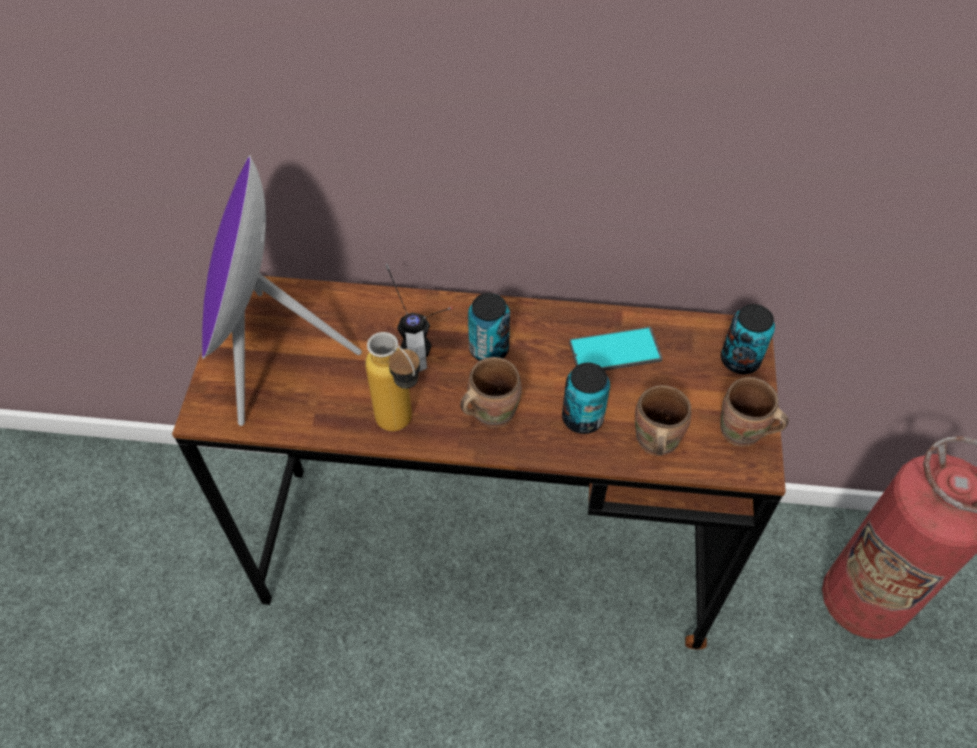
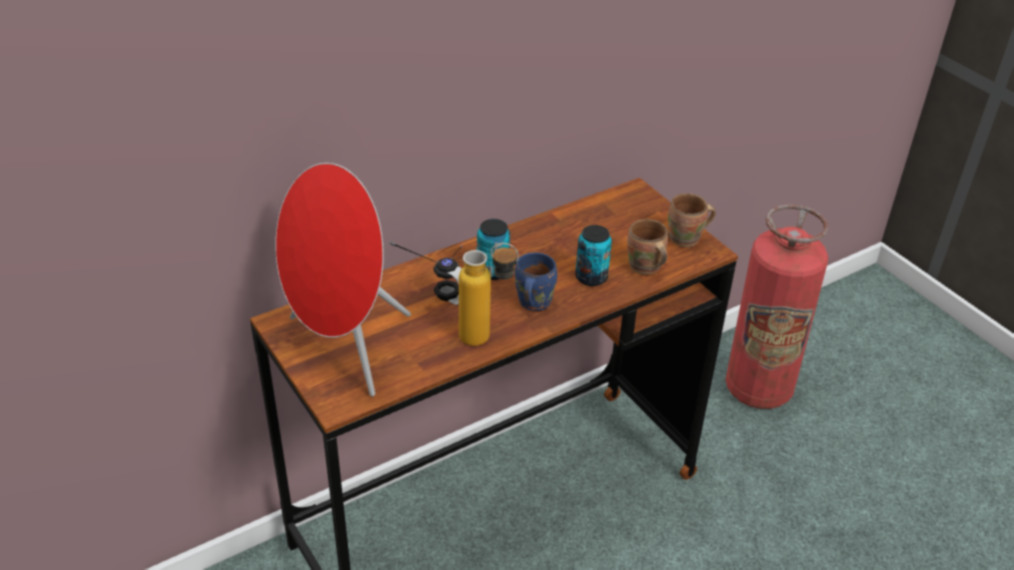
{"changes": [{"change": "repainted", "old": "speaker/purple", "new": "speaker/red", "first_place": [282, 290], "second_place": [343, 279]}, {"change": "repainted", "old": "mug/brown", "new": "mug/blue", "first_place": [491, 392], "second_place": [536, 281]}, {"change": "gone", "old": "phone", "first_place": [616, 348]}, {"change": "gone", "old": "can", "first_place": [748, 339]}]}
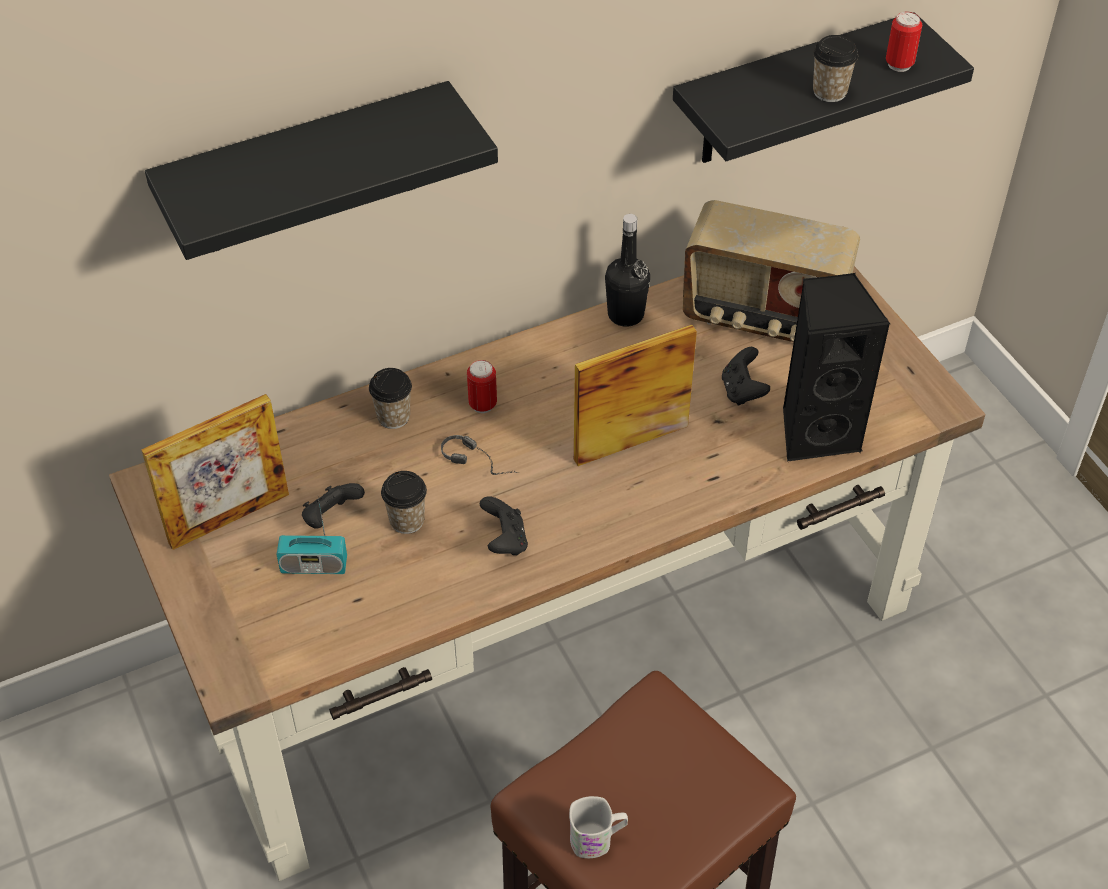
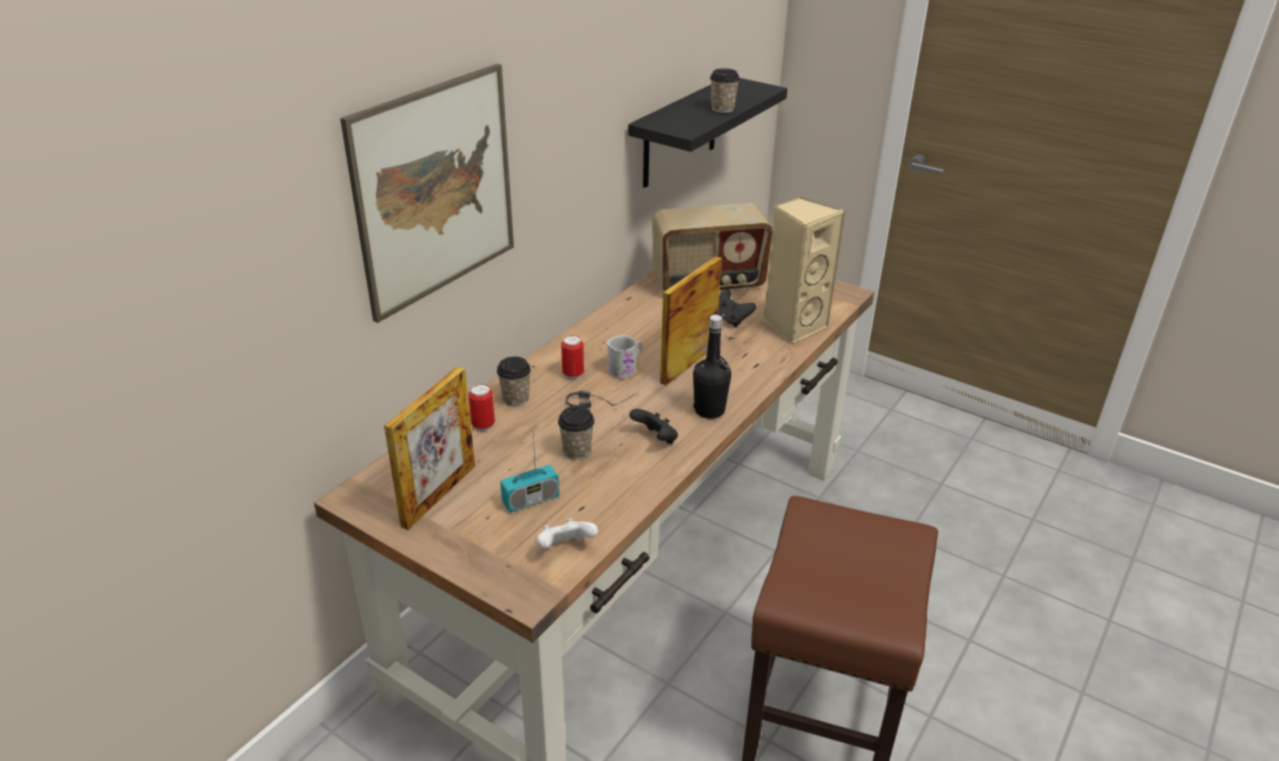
{"changes": [{"change": "swapped", "old": "shelf/black", "new": "picture", "first_place": [321, 170], "second_place": [427, 193]}, {"change": "shifted", "old": "can", "first_place": [904, 42], "second_place": [481, 407]}, {"change": "new", "new": "game controller/white", "second_place": [567, 533]}, {"change": "shifted", "old": "mug/white", "first_place": [598, 827], "second_place": [624, 357]}, {"change": "shifted", "old": "bottle/black", "first_place": [627, 270], "second_place": [712, 367]}, {"change": "repainted", "old": "speaker/black", "new": "speaker/beige", "first_place": [836, 367], "second_place": [804, 270]}, {"change": "gone", "old": "game controller/black", "first_place": [333, 506]}]}
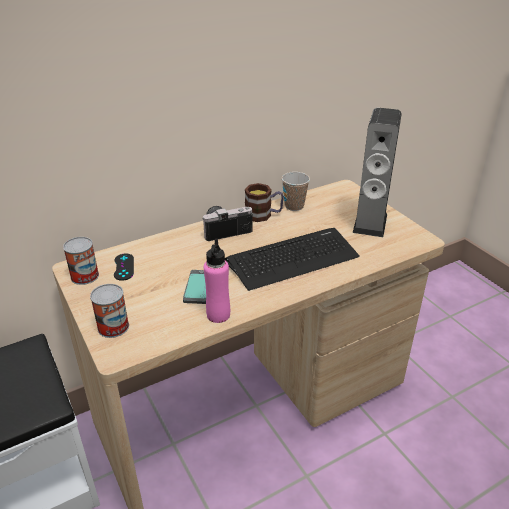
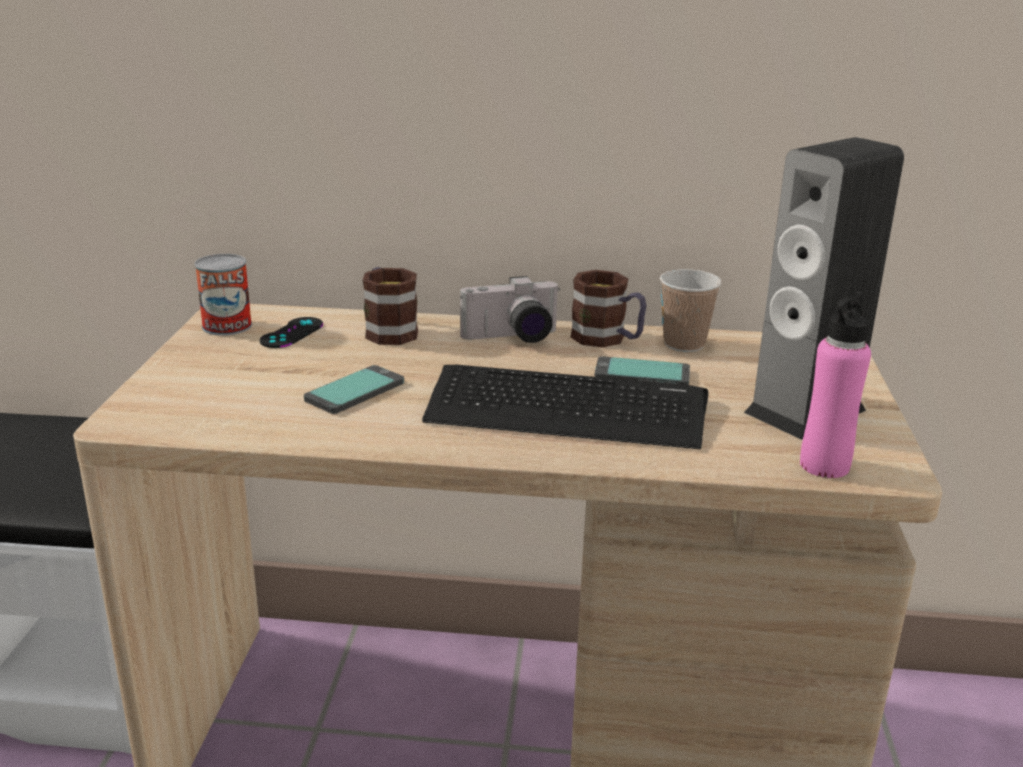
{"changes": [{"change": "new", "new": "mug", "second_place": [390, 306]}, {"change": "rotated", "old": "photo camera", "first_place": [228, 223], "second_place": [510, 309], "degrees": 150}, {"change": "new", "new": "phone", "second_place": [642, 370]}, {"change": "shifted", "old": "bottle/pink", "first_place": [217, 281], "second_place": [835, 384]}, {"change": "gone", "old": "can", "first_place": [109, 311]}]}
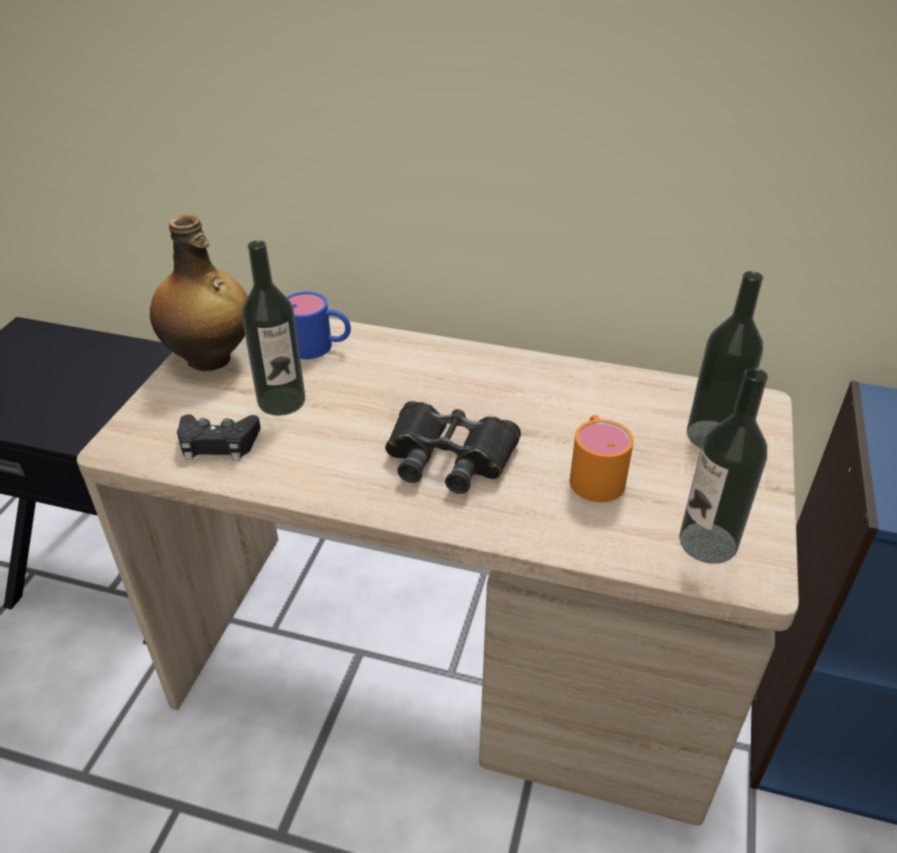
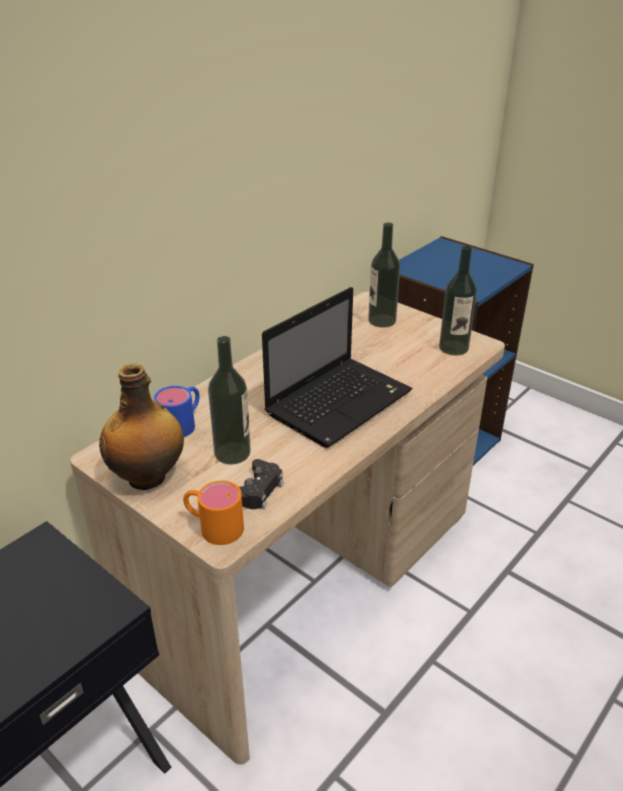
{"changes": [{"change": "shifted", "old": "mug/orange", "first_place": [602, 458], "second_place": [213, 512]}, {"change": "swapped", "old": "binoculars/black", "new": "laptop", "first_place": [453, 447], "second_place": [337, 367]}]}
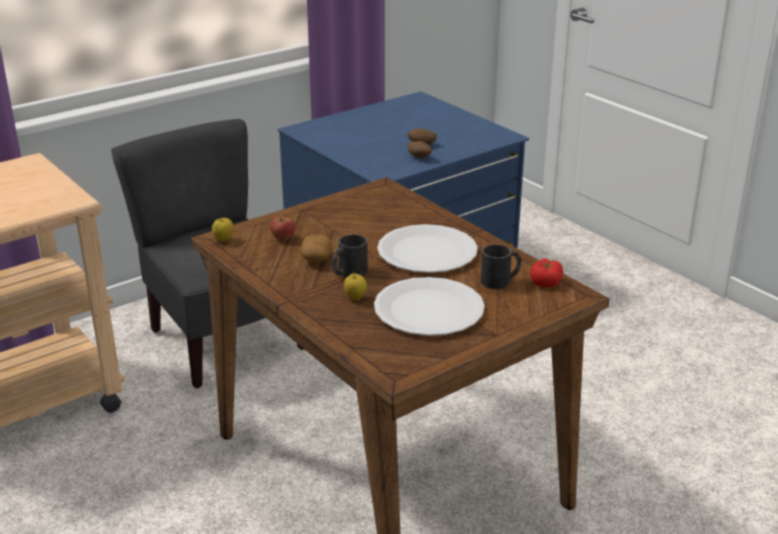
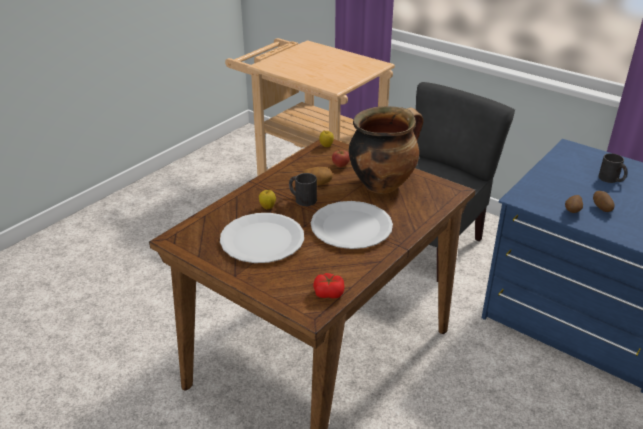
{"changes": [{"change": "new", "new": "cooking pot", "second_place": [386, 149]}, {"change": "shifted", "old": "mug/black", "first_place": [501, 266], "second_place": [612, 168]}]}
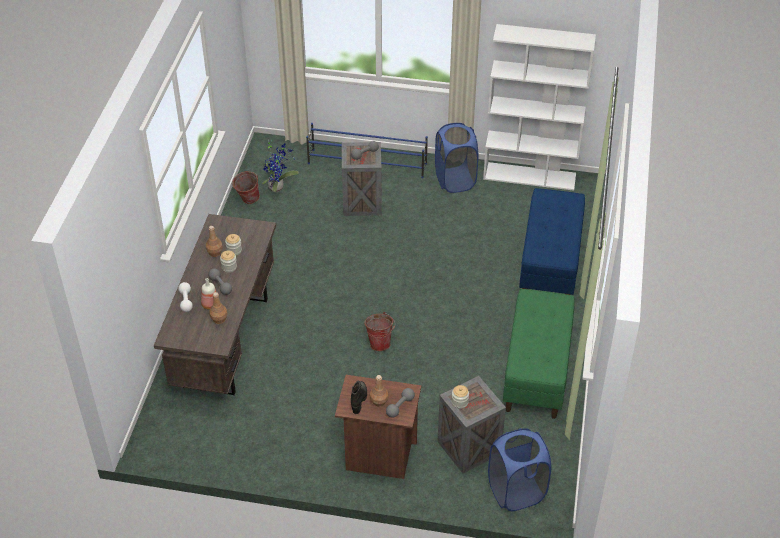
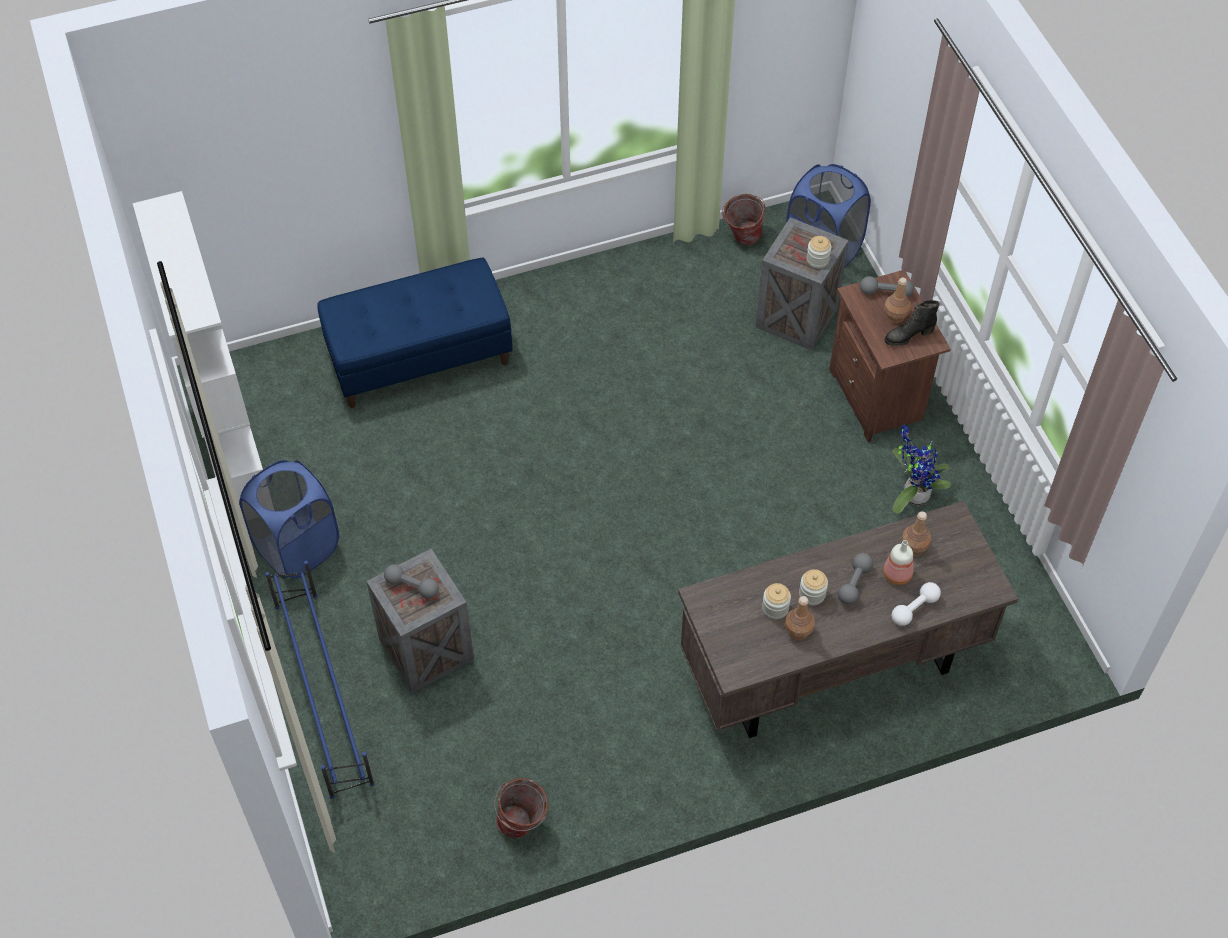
{"changes": [{"change": "shifted", "old": "bucket", "first_place": [379, 331], "second_place": [743, 219]}, {"change": "shifted", "old": "potted plant", "first_place": [280, 166], "second_place": [921, 469]}, {"change": "gone", "old": "bench/green", "first_place": [539, 354]}]}
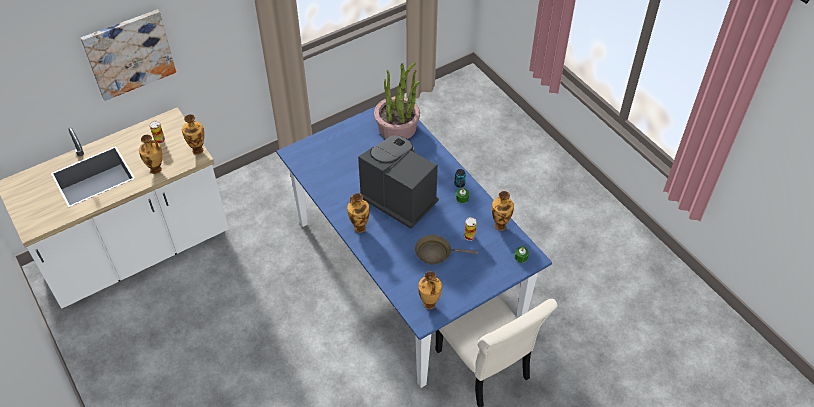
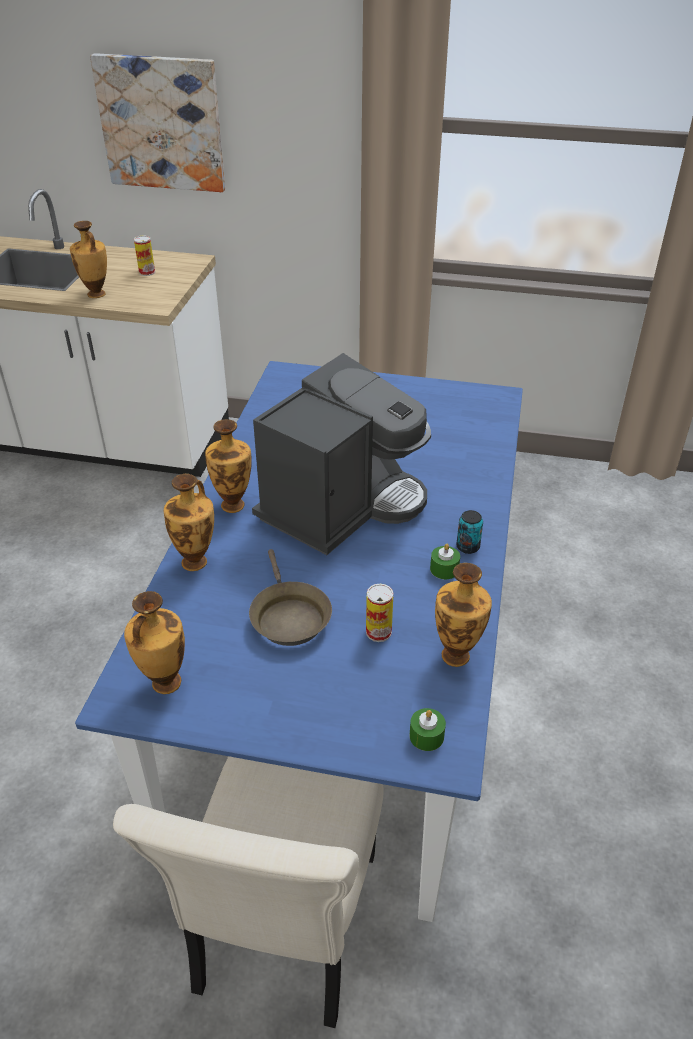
{"changes": [{"change": "shifted", "old": "vase", "first_place": [193, 134], "second_place": [189, 522]}, {"change": "rotated", "old": "frying pan/brown", "first_place": [446, 250], "second_place": [290, 597], "degrees": -150}, {"change": "rotated", "old": "coffee machine", "first_place": [398, 182], "second_place": [341, 454], "degrees": 45}, {"change": "gone", "old": "potted plant", "first_place": [397, 100]}]}
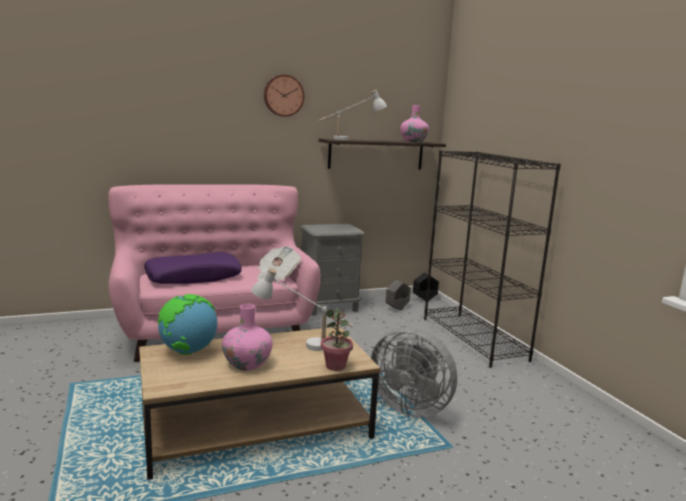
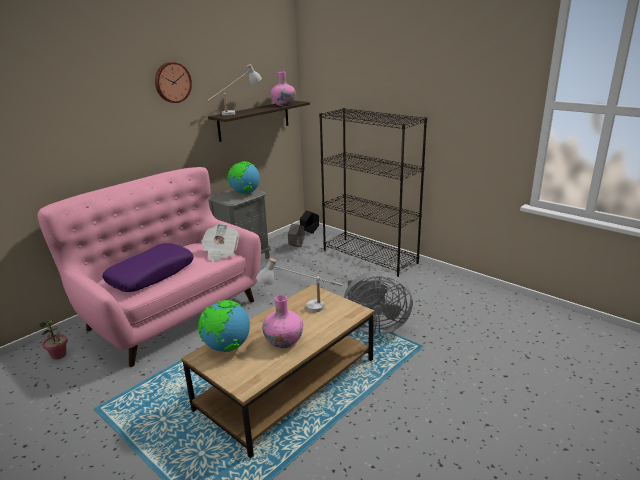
{"changes": [{"change": "shifted", "old": "potted plant", "first_place": [337, 339], "second_place": [53, 338]}, {"change": "new", "new": "globe", "second_place": [244, 177]}]}
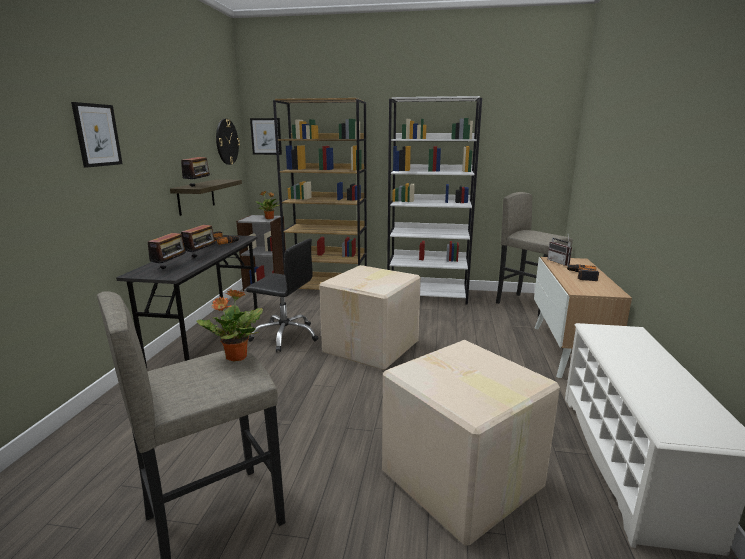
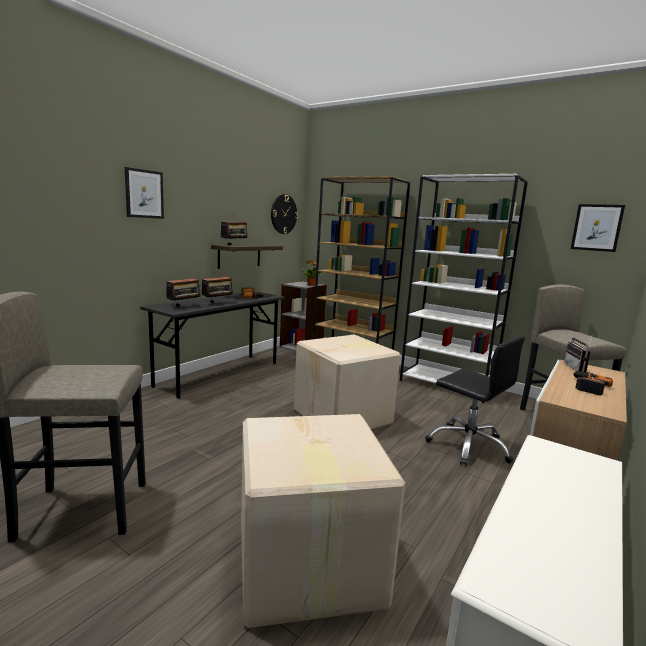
{"changes": [{"change": "shifted", "old": "office chair/black", "first_place": [282, 295], "second_place": [475, 401]}, {"change": "shifted", "old": "picture", "first_place": [266, 136], "second_place": [598, 228]}, {"change": "gone", "old": "potted plant", "first_place": [229, 325]}]}
